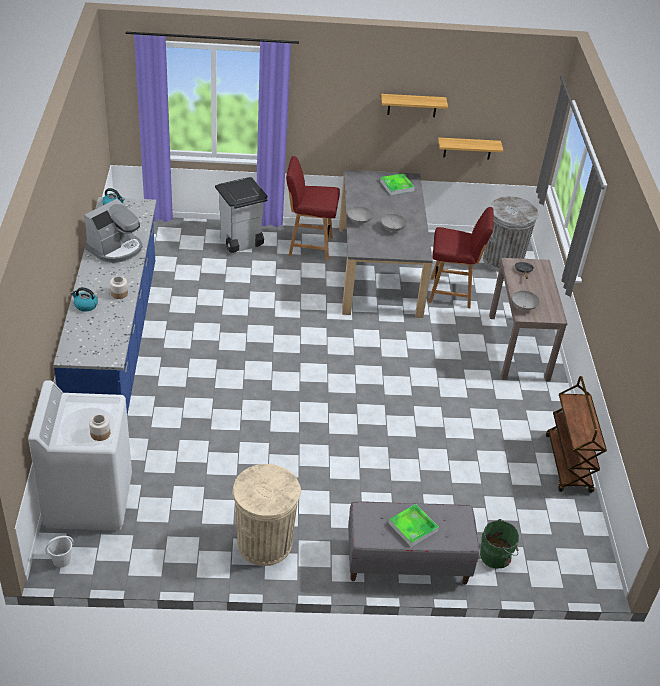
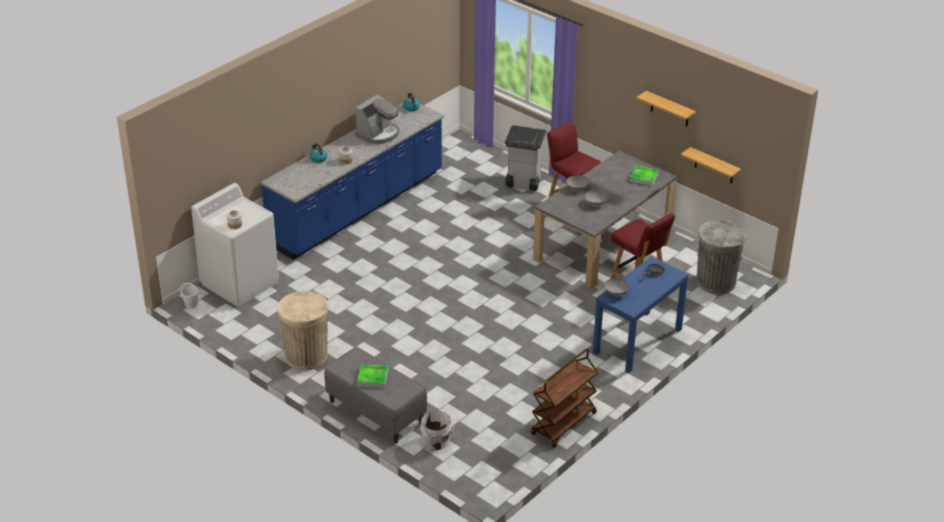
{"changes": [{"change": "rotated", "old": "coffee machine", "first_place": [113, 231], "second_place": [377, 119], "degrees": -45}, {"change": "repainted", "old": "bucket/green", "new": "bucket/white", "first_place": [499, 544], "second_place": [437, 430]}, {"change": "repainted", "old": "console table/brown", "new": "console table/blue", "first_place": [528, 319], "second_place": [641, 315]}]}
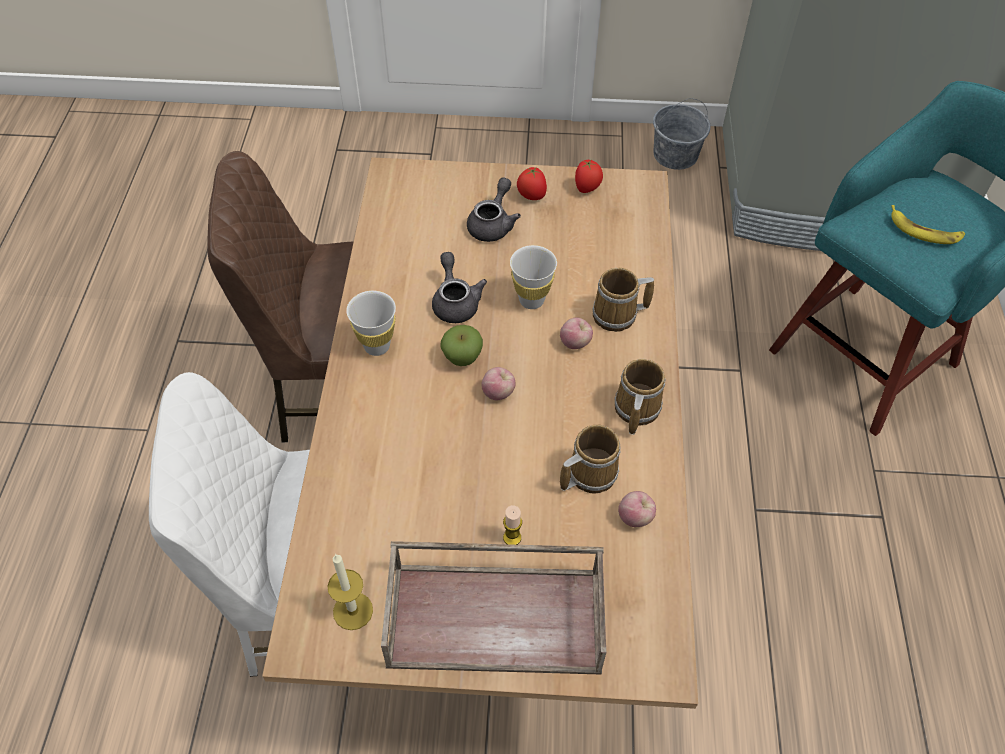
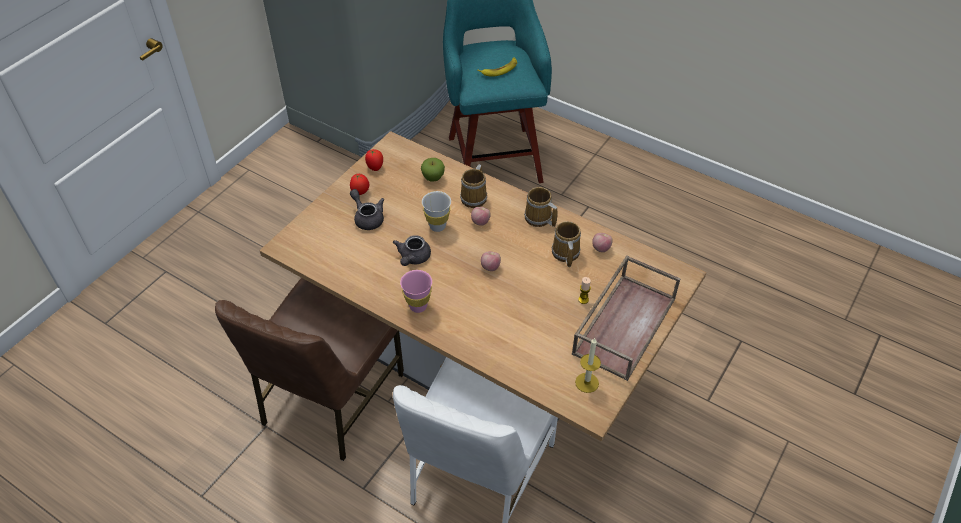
{"changes": [{"change": "rotated", "old": "teapot/grey", "first_place": [459, 287], "second_place": [412, 250], "degrees": -90}, {"change": "repainted", "old": "cup/white", "new": "cup/pink", "first_place": [371, 323], "second_place": [416, 291]}, {"change": "shifted", "old": "apple", "first_place": [461, 345], "second_place": [433, 170]}, {"change": "gone", "old": "bucket/grey", "first_place": [682, 134]}]}
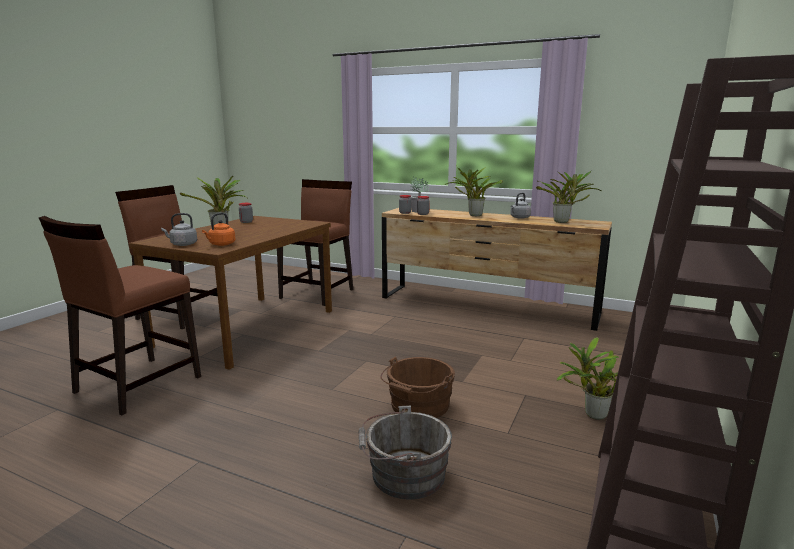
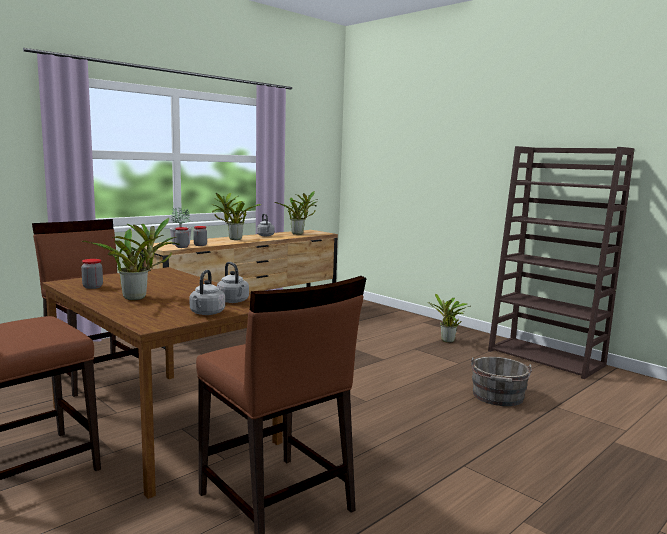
{"changes": [{"change": "repainted", "old": "kettle/orange", "new": "kettle/grey", "first_place": [218, 229], "second_place": [233, 282]}, {"change": "gone", "old": "bucket/brown", "first_place": [417, 387]}]}
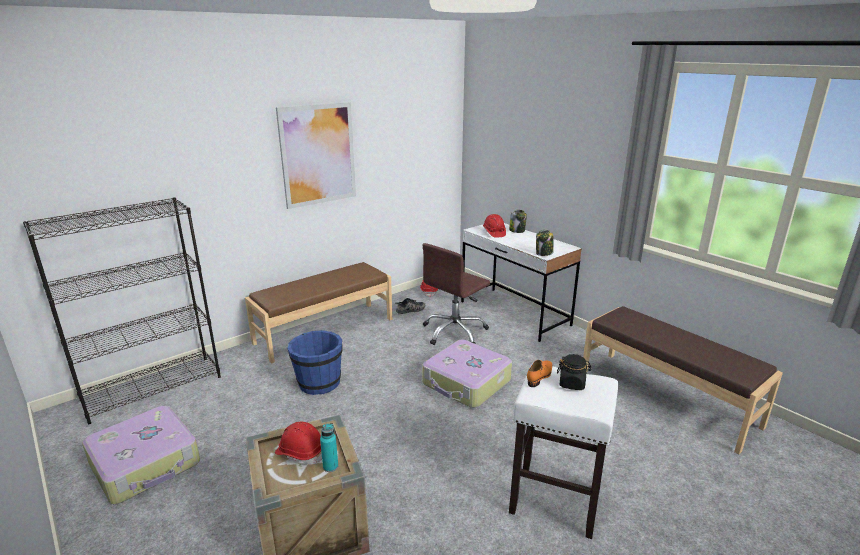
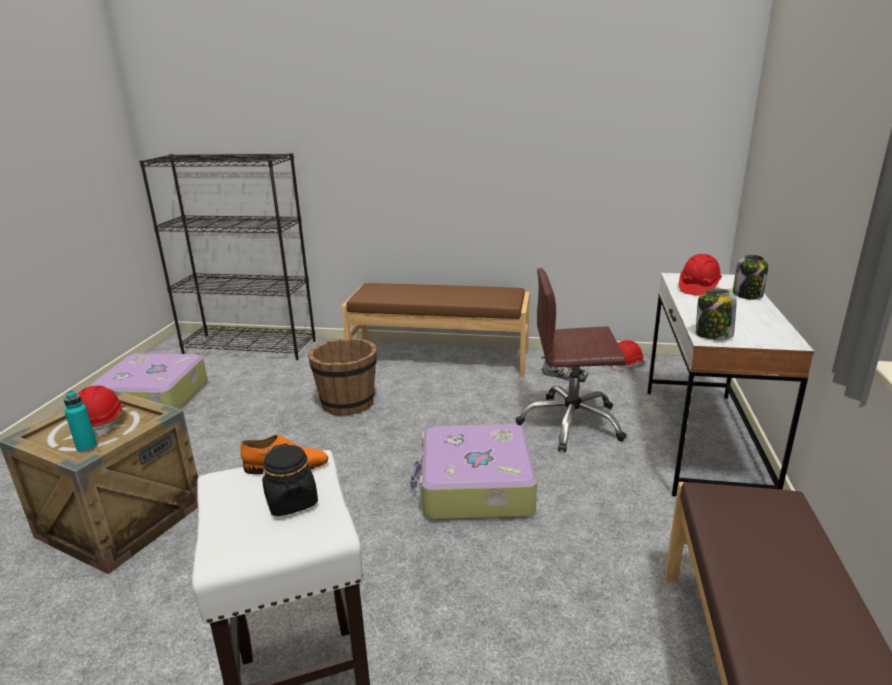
{"changes": [{"change": "repainted", "old": "bucket/blue", "new": "bucket/brown", "first_place": [315, 362], "second_place": [342, 377]}, {"change": "gone", "old": "picture", "first_place": [316, 155]}]}
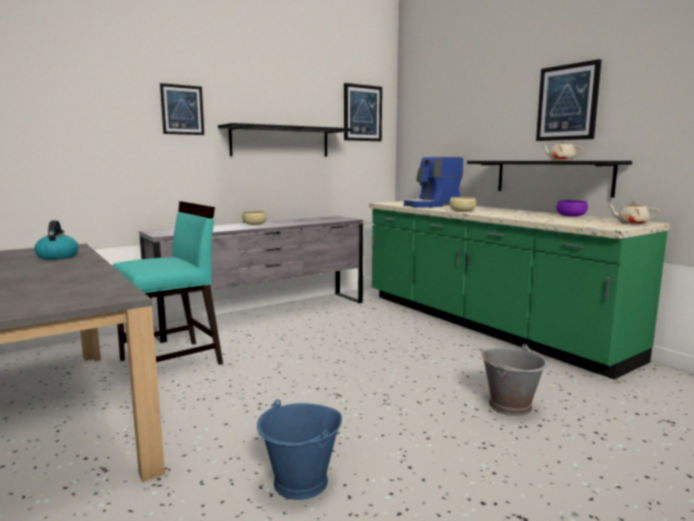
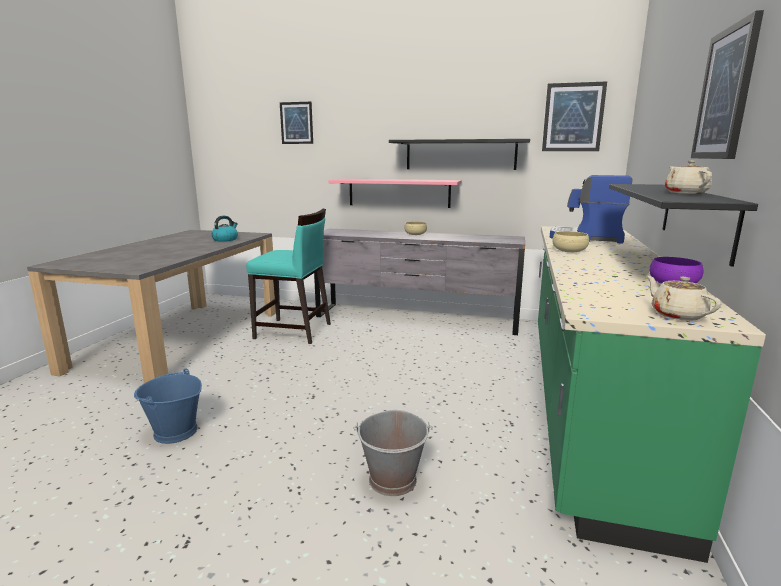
{"changes": [{"change": "shifted", "old": "picture", "first_place": [182, 109], "second_place": [296, 123]}, {"change": "new", "new": "shelf/pink", "second_place": [395, 193]}]}
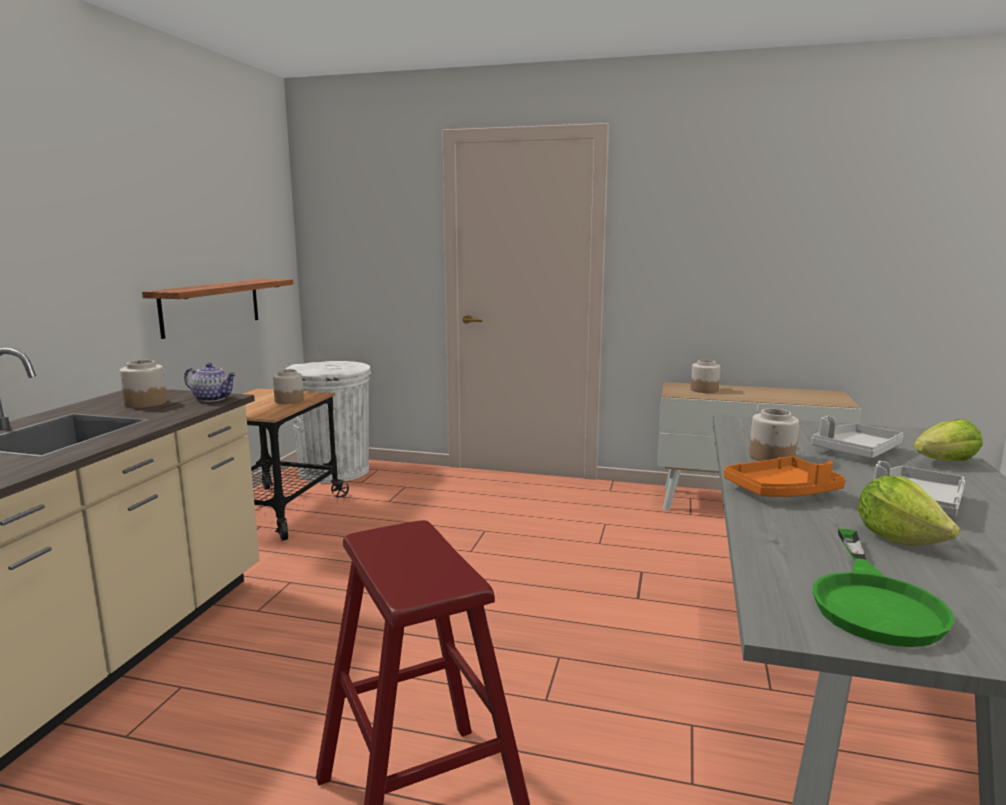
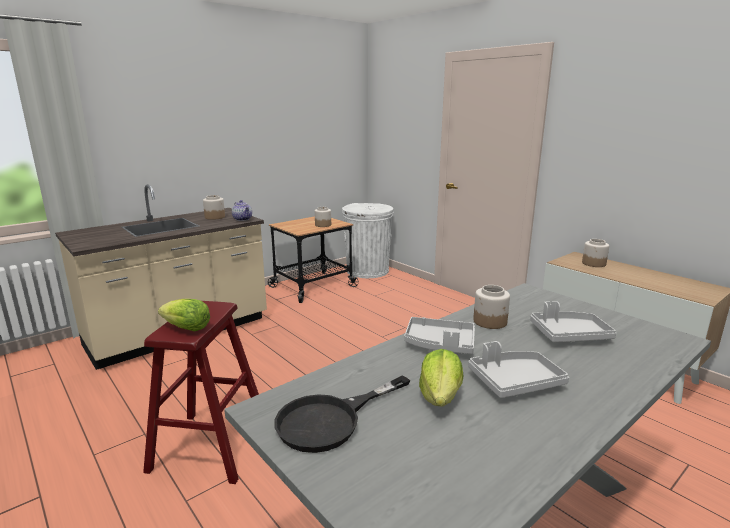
{"changes": [{"change": "shifted", "old": "lettuce", "first_place": [948, 440], "second_place": [184, 315]}, {"change": "repainted", "old": "frying pan/green", "new": "frying pan/black", "first_place": [883, 588], "second_place": [342, 414]}, {"change": "repainted", "old": "tray/orange", "new": "tray/grey", "first_place": [784, 476], "second_place": [439, 335]}, {"change": "gone", "old": "shelf", "first_place": [217, 309]}]}
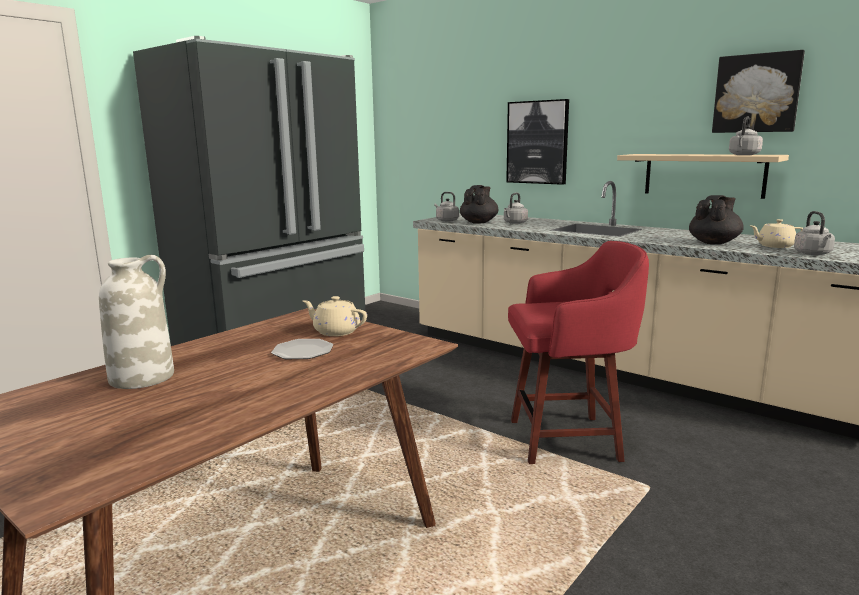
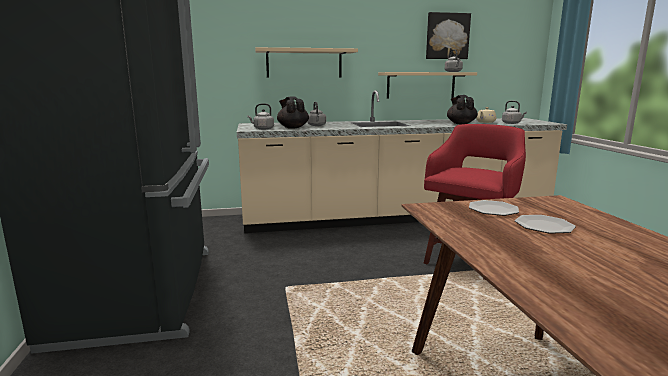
{"changes": [{"change": "swapped", "old": "picture", "new": "shelf/beige", "first_place": [537, 142], "second_place": [306, 62]}, {"change": "swapped", "old": "teapot/beige", "new": "plate", "first_place": [335, 316], "second_place": [494, 208]}, {"change": "gone", "old": "vase/white", "first_place": [136, 322]}]}
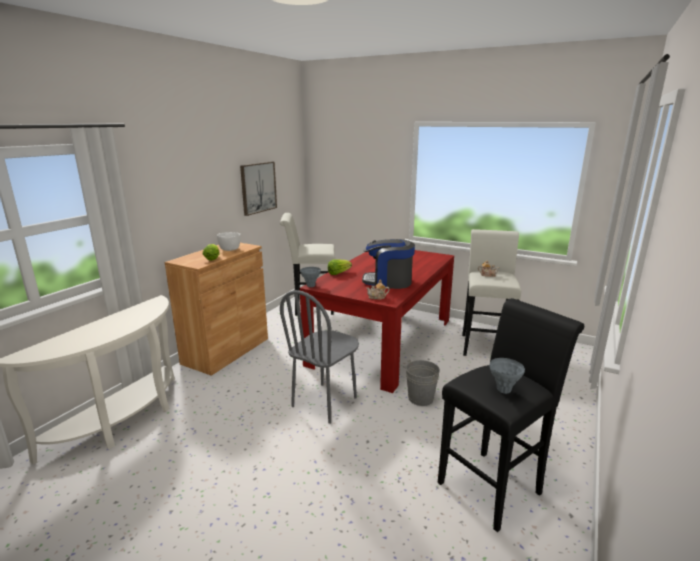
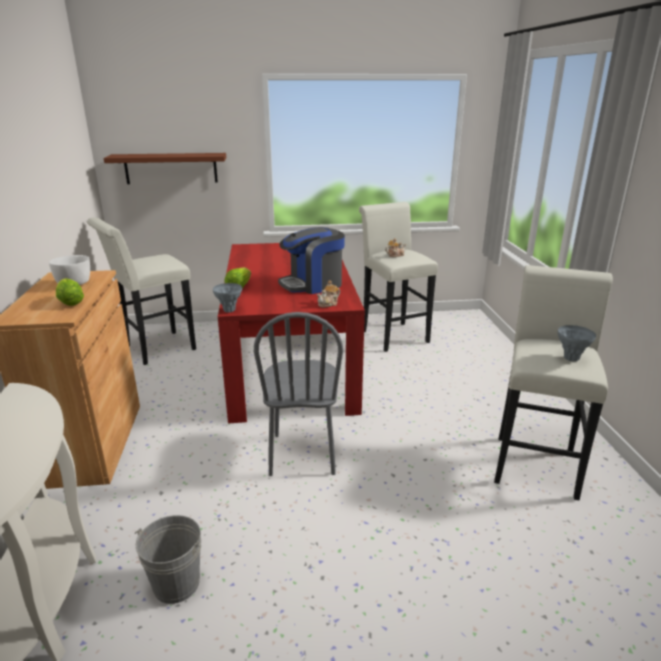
{"changes": [{"change": "new", "new": "shelf/brown", "second_place": [165, 168]}, {"change": "shifted", "old": "bucket/grey", "first_place": [423, 383], "second_place": [168, 559]}, {"change": "repainted", "old": "stool/black", "new": "stool/white", "first_place": [510, 415], "second_place": [553, 383]}, {"change": "gone", "old": "picture", "first_place": [258, 189]}]}
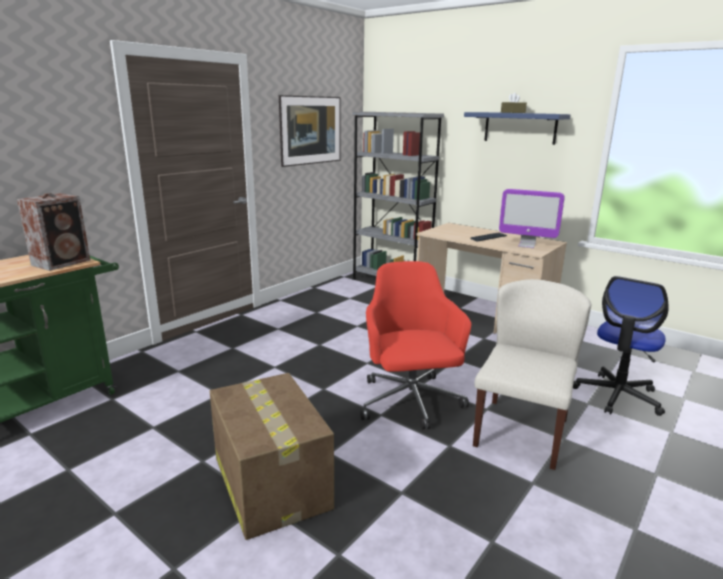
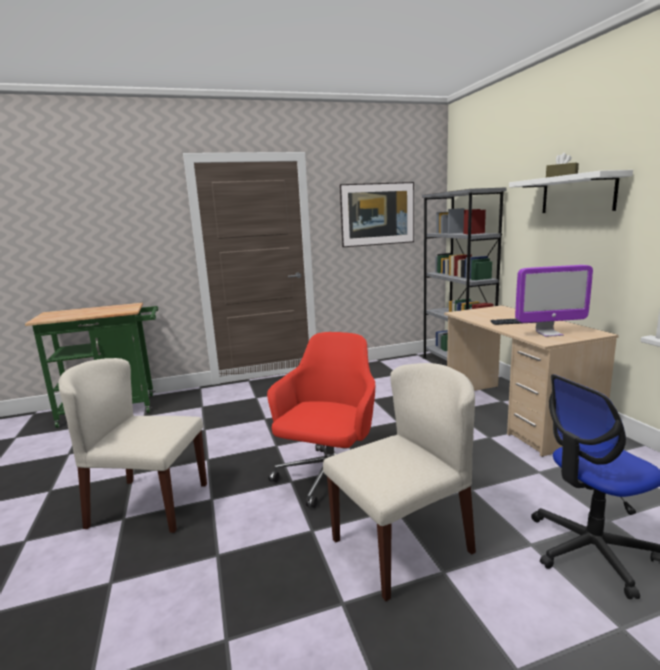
{"changes": [{"change": "swapped", "old": "cardboard box", "new": "chair/beige", "first_place": [272, 456], "second_place": [132, 445]}, {"change": "repainted", "old": "shelf/blue", "new": "shelf/white", "first_place": [517, 128], "second_place": [571, 191]}, {"change": "rotated", "old": "monitor", "first_place": [532, 218], "second_place": [554, 301], "degrees": -60}, {"change": "gone", "old": "speaker", "first_place": [53, 232]}]}
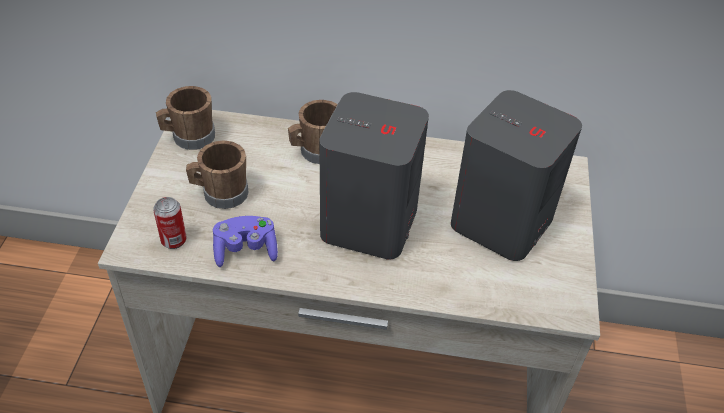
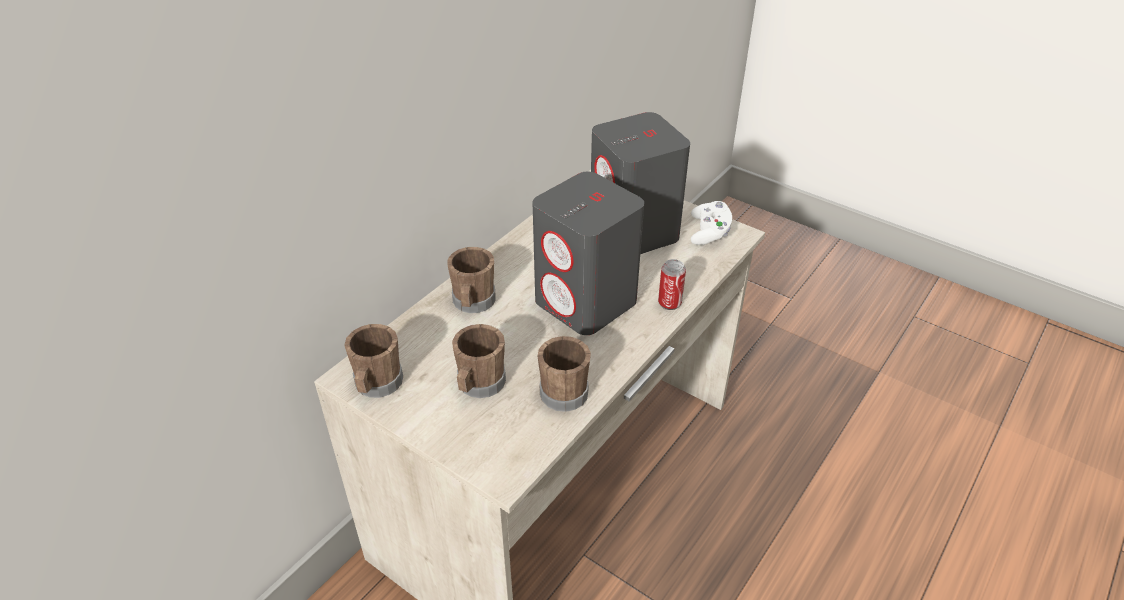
{"changes": [{"change": "swapped", "old": "game controller/purple", "new": "mug/brown", "first_place": [245, 241], "second_place": [564, 374]}, {"change": "shifted", "old": "can", "first_place": [169, 223], "second_place": [672, 284]}, {"change": "new", "new": "game controller/white", "second_place": [711, 223]}]}
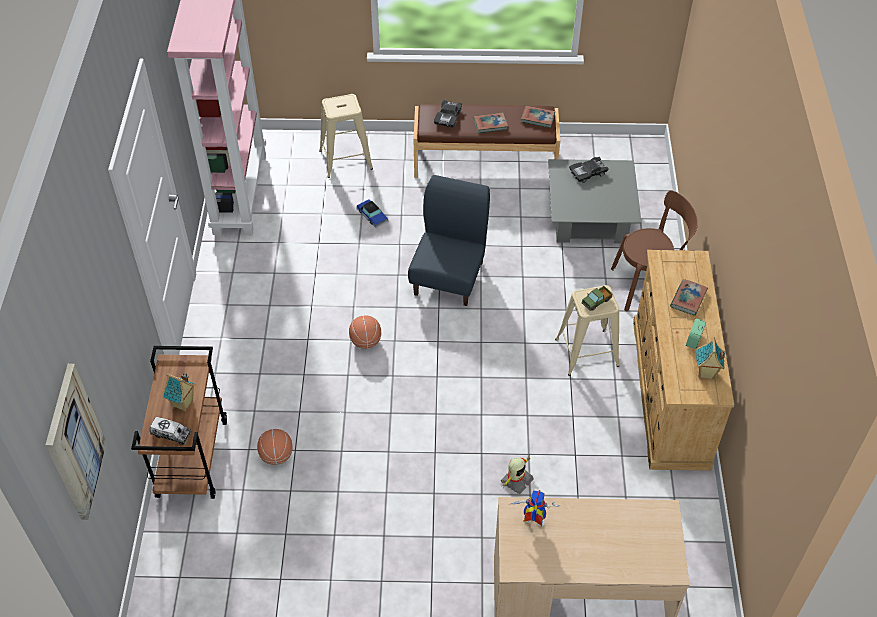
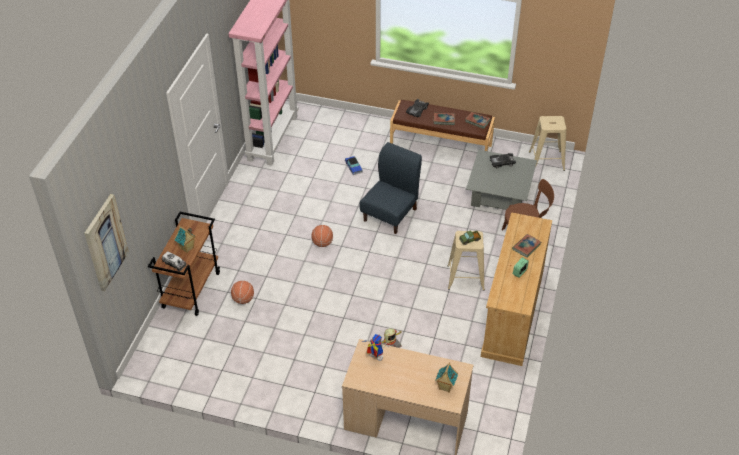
{"changes": [{"change": "shifted", "old": "toy house", "first_place": [710, 358], "second_place": [446, 377]}, {"change": "shifted", "old": "stool/beige", "first_place": [346, 136], "second_place": [547, 143]}]}
